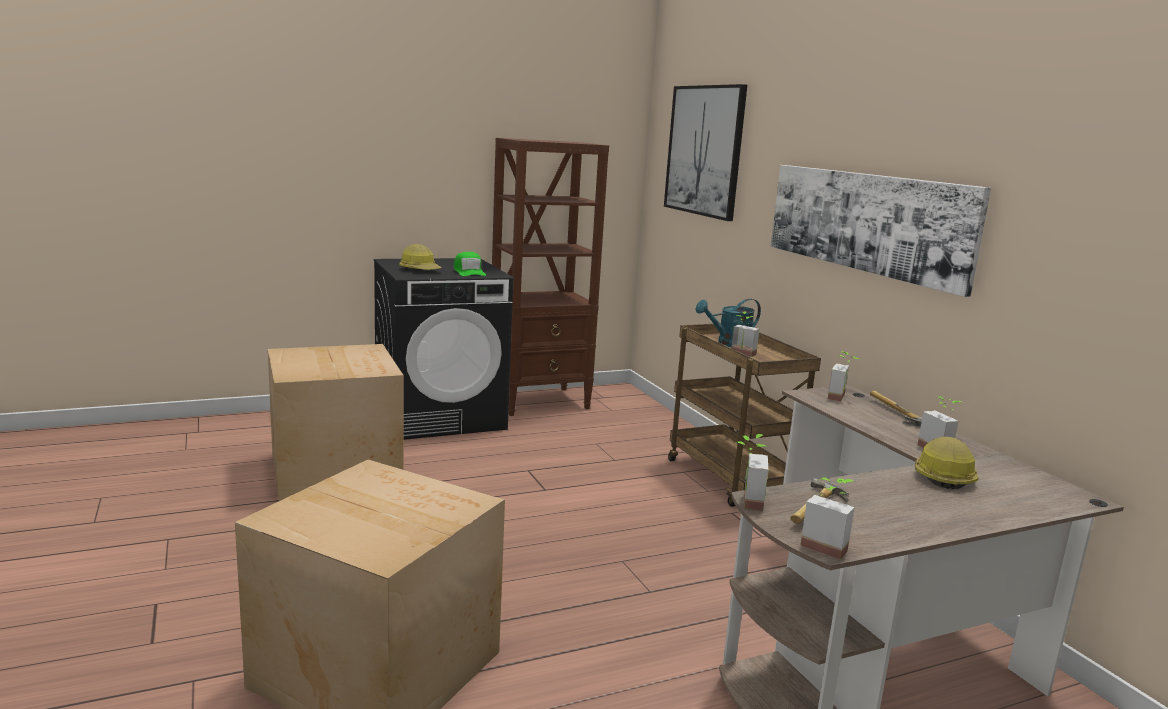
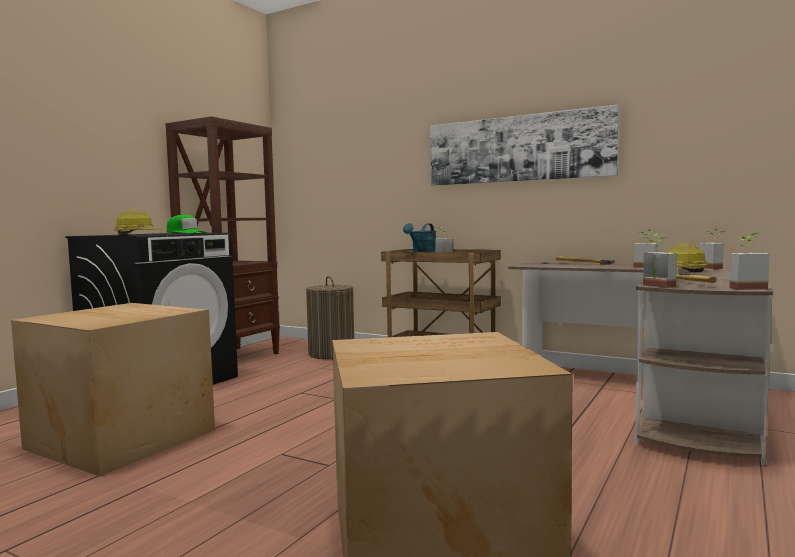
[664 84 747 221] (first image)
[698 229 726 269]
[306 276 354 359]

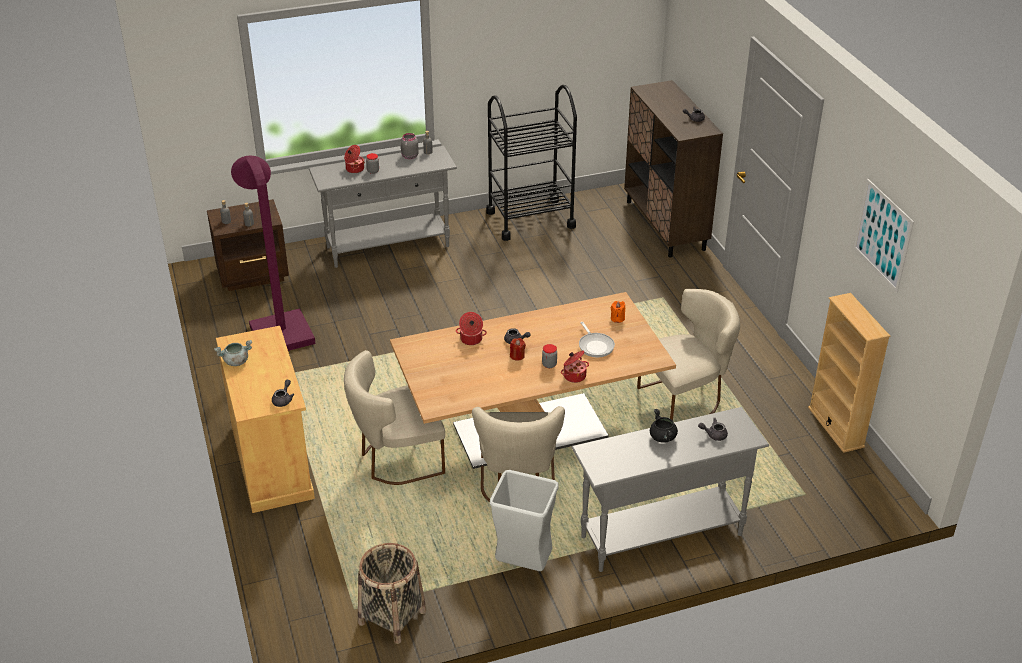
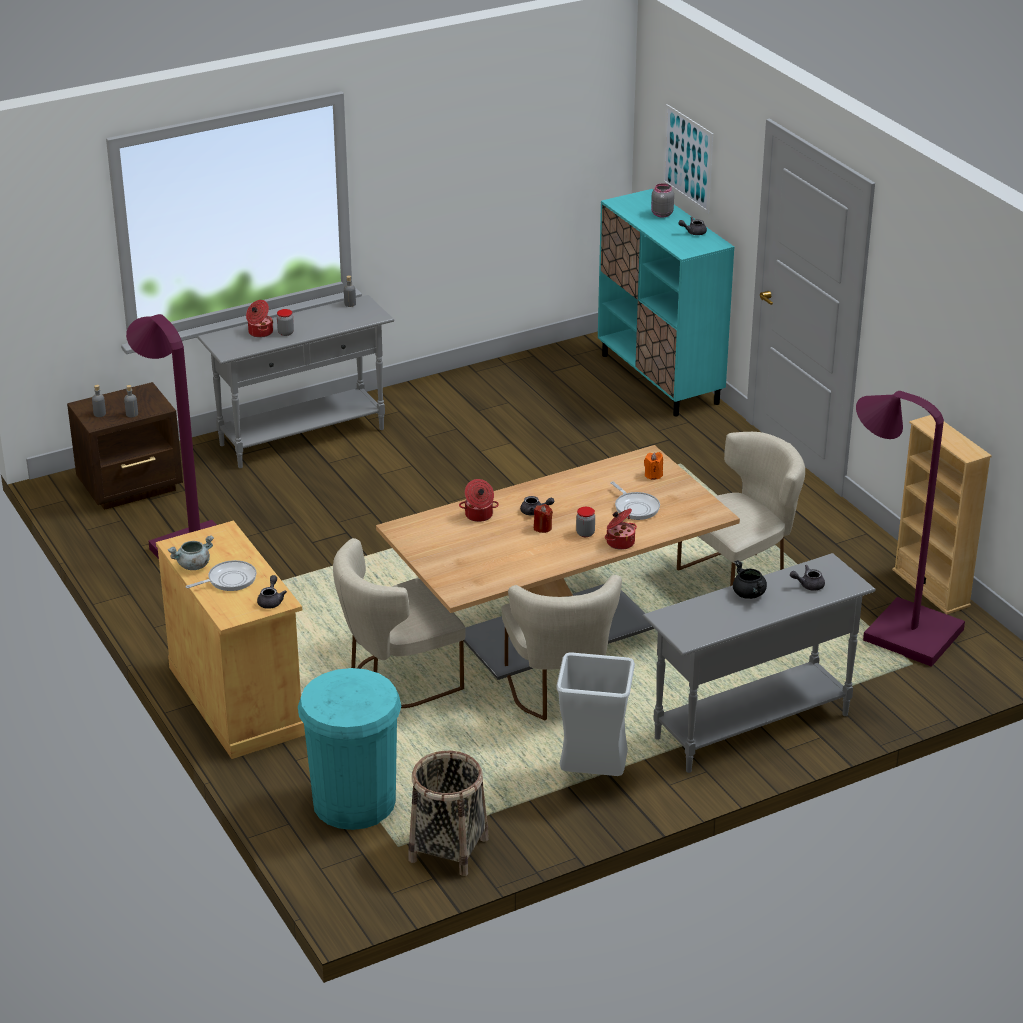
[598 189 734 417]
[486 85 577 241] (first image)
[651 183 674 217]
[663 104 713 214]
[856 391 965 667]
[186 560 257 591]
[298 668 401 830]

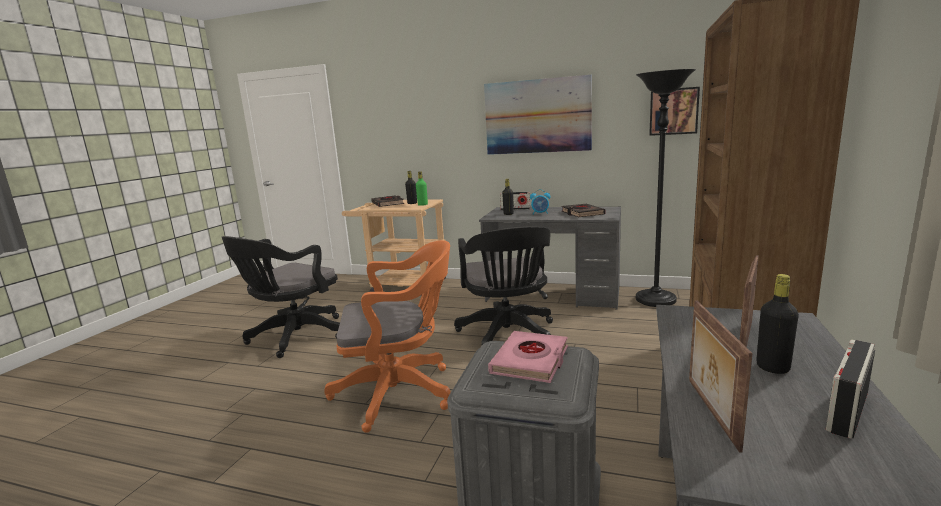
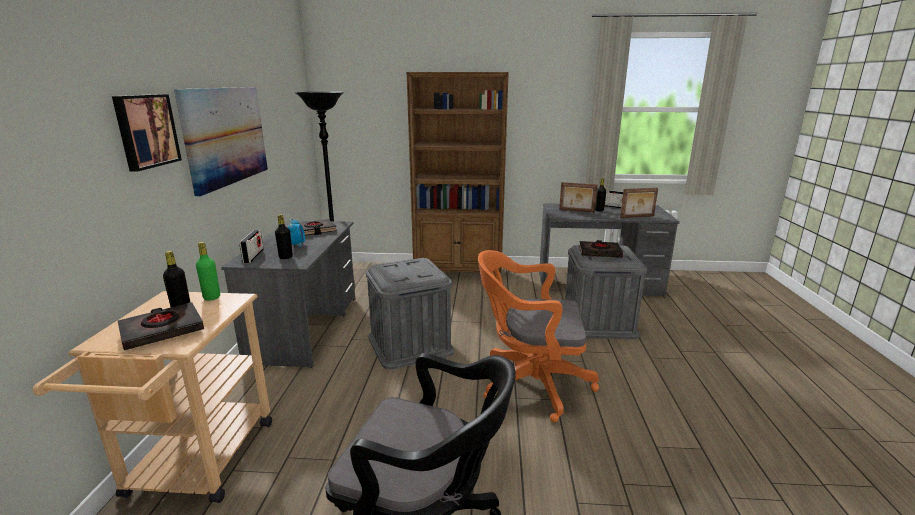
[112 94 182 171]
[366 258 454 370]
[478 250 599 423]
[579 240 623 258]

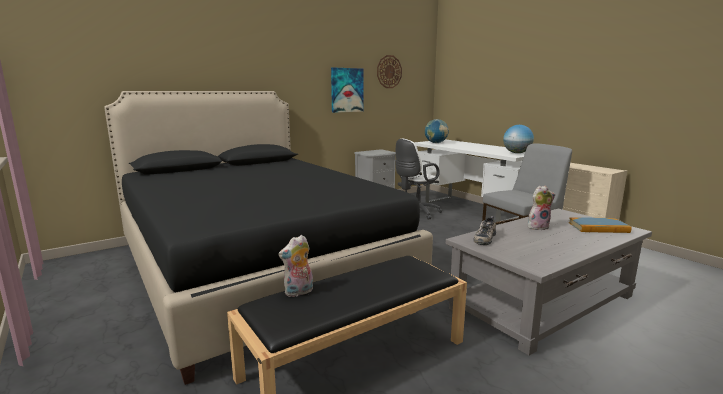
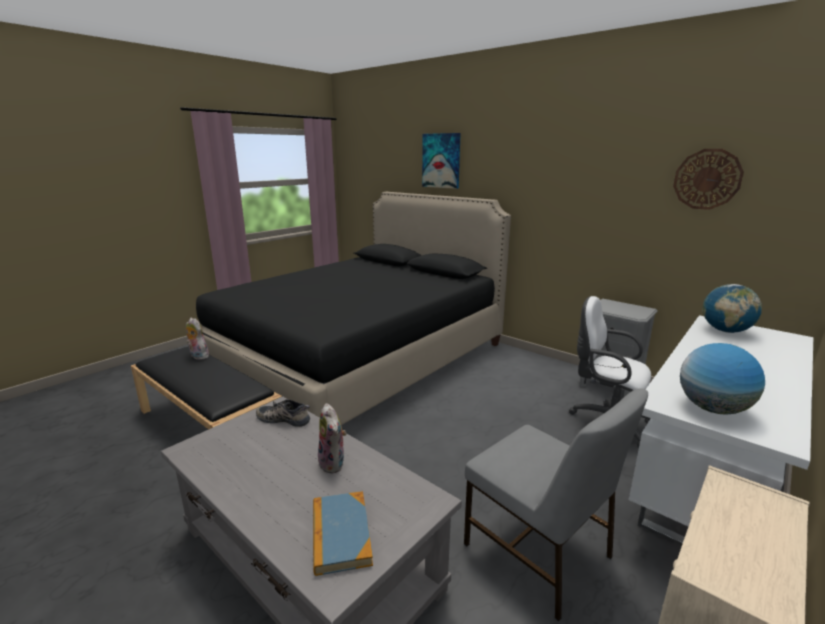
[422 133 461 189]

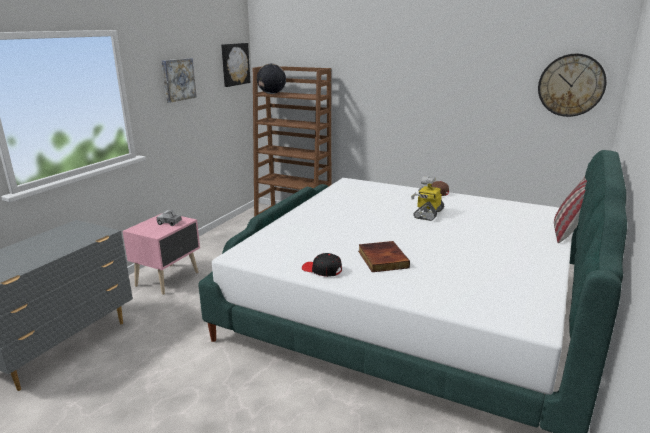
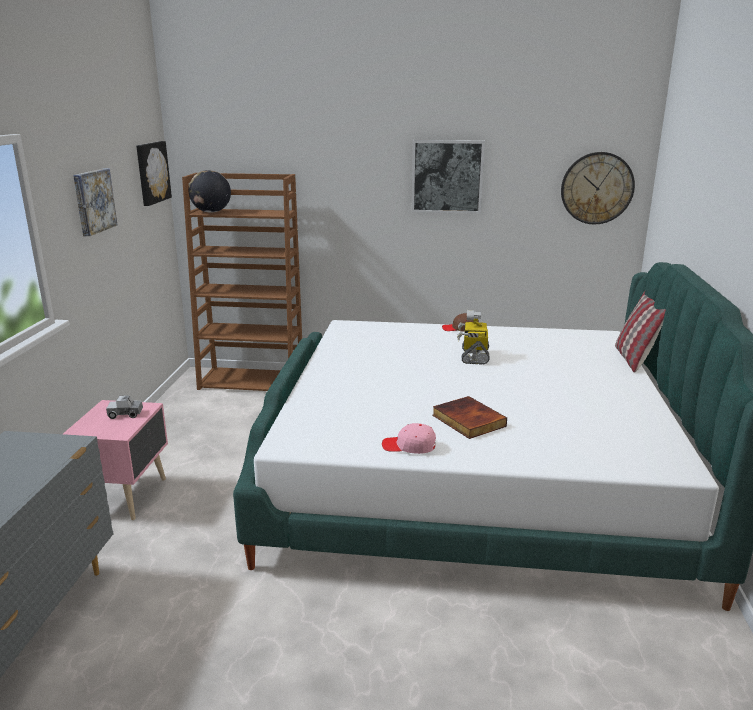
[382 423 436 454]
[411 140 485 214]

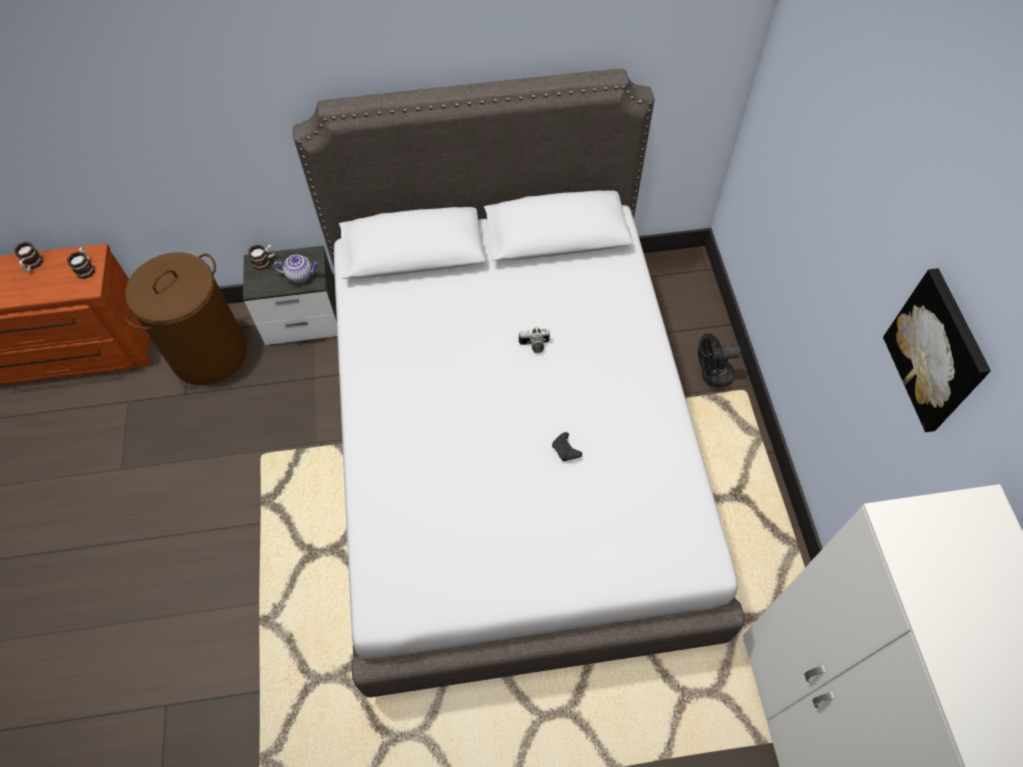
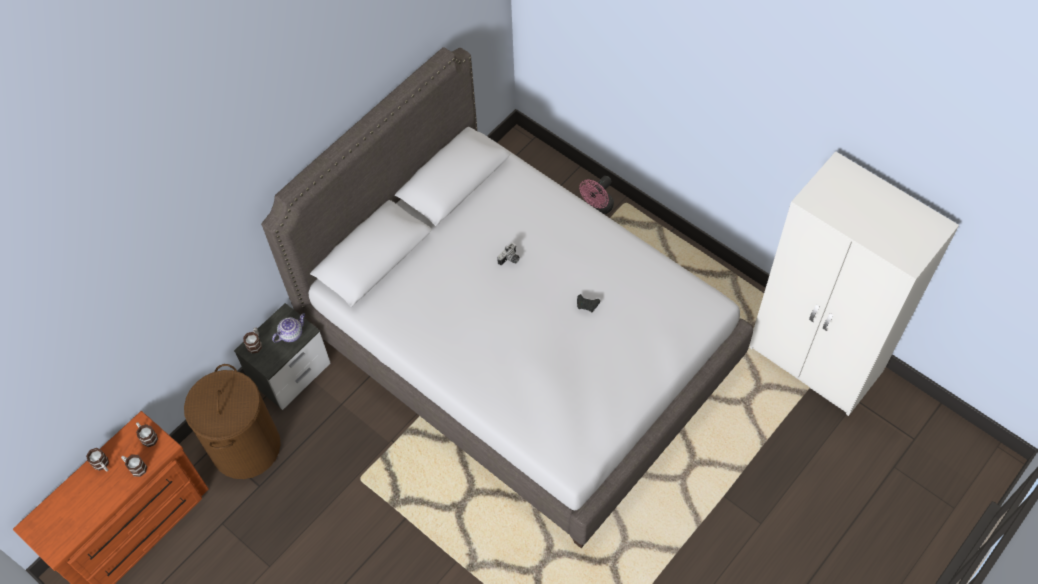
[883 268 991 432] (first image)
[579 176 614 215]
[121 454 147 477]

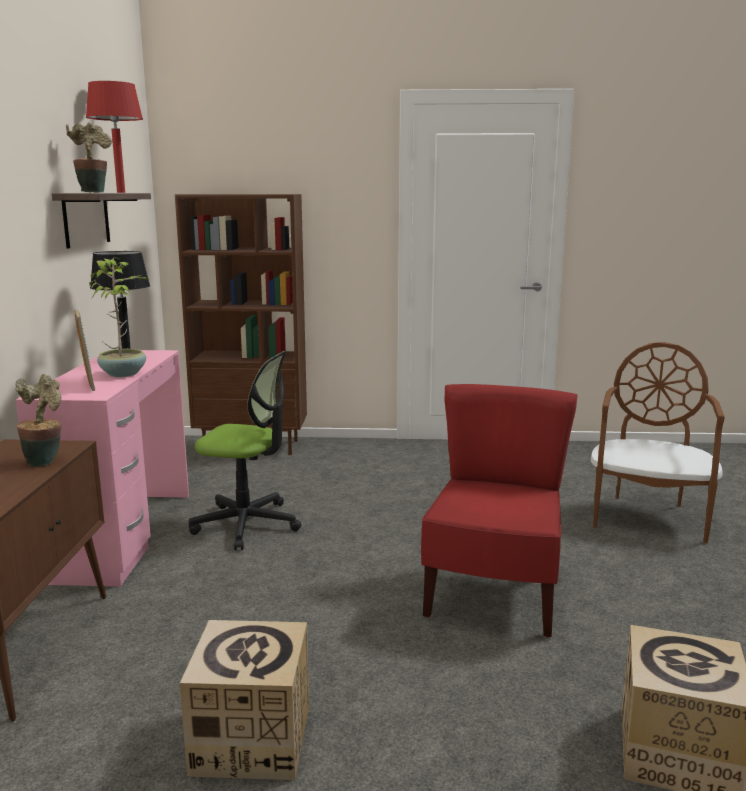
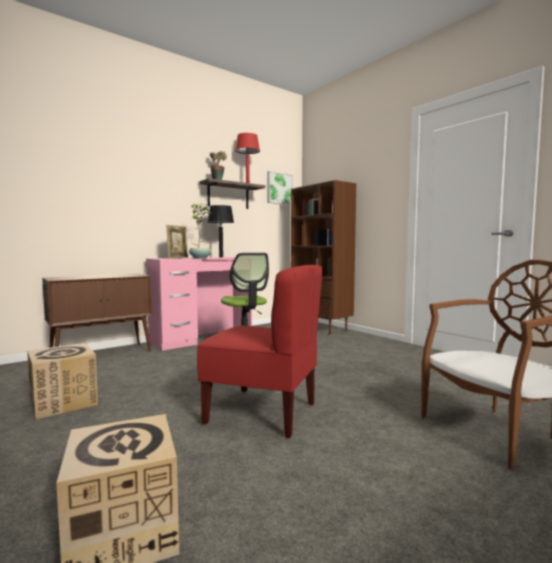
[15 374 62 467] (first image)
[197 265 323 438]
[267 171 293 205]

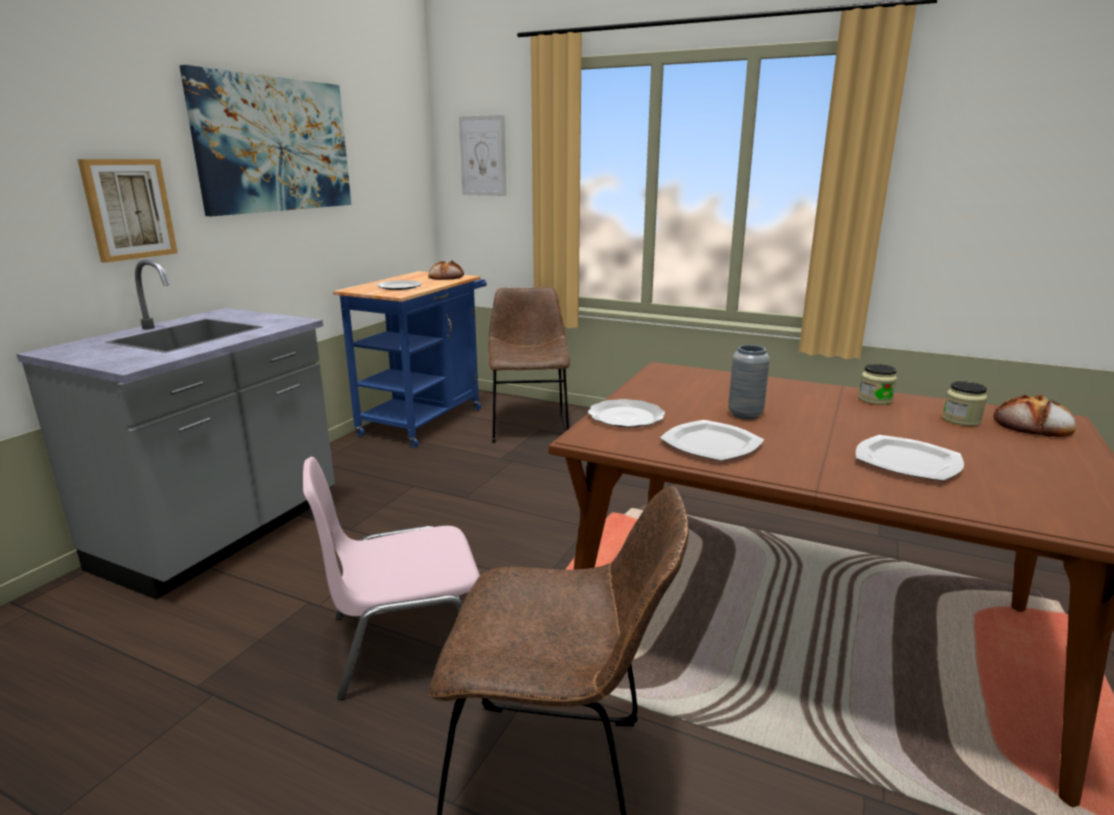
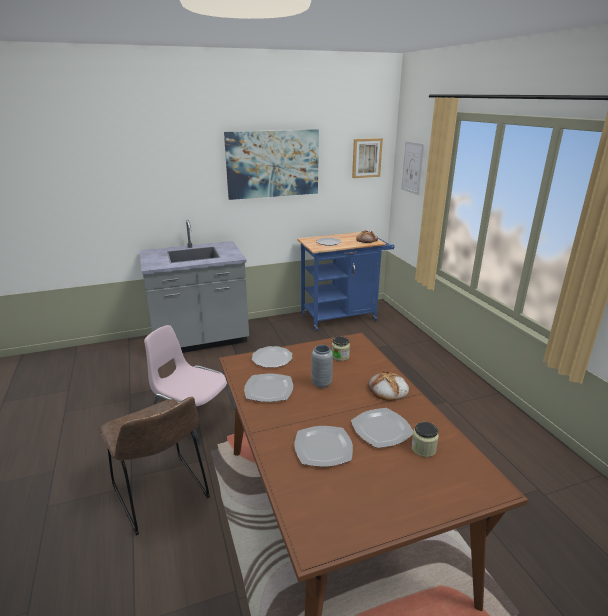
[352 138 383 178]
[488 287 570 442] (first image)
[332 336 350 361]
[368 371 409 401]
[351 408 413 448]

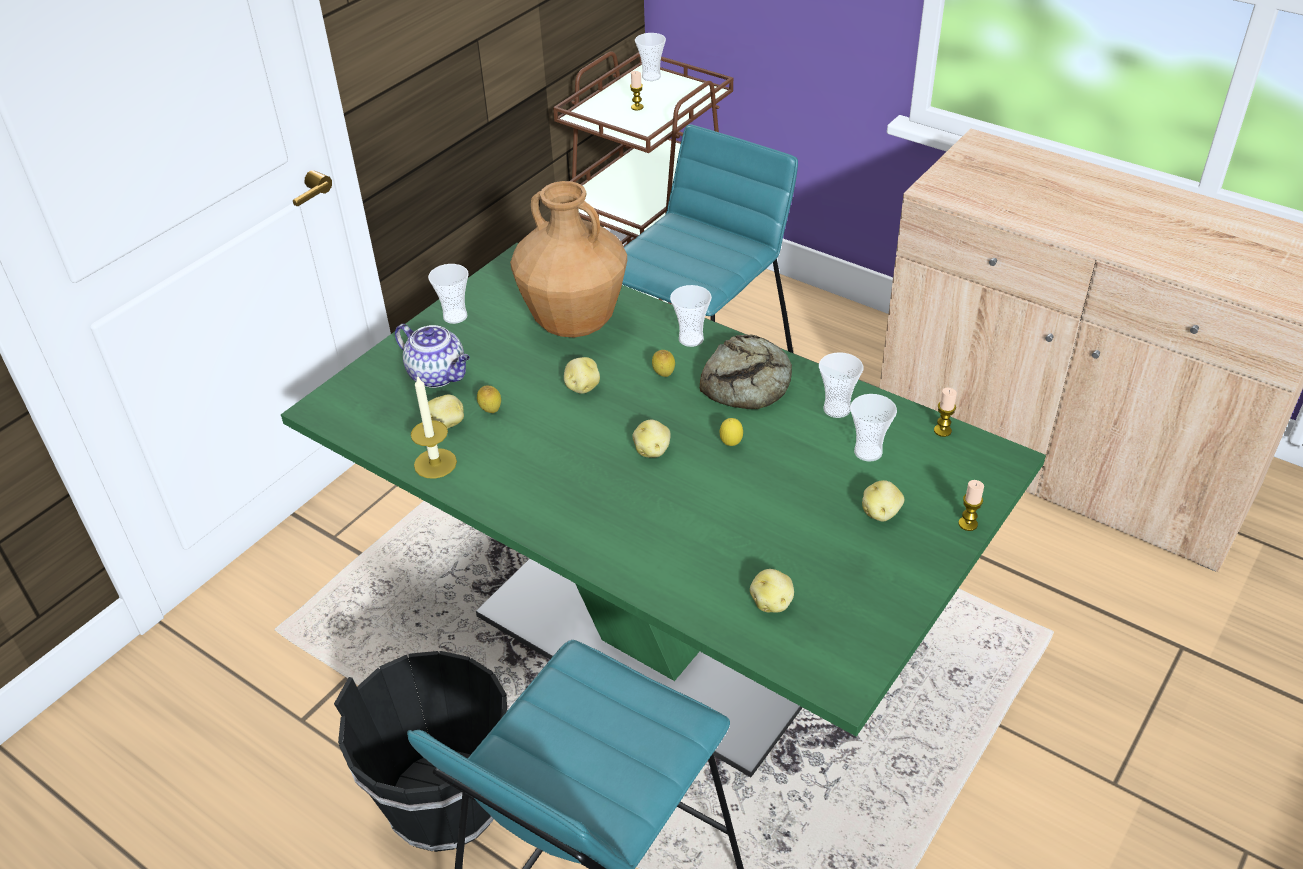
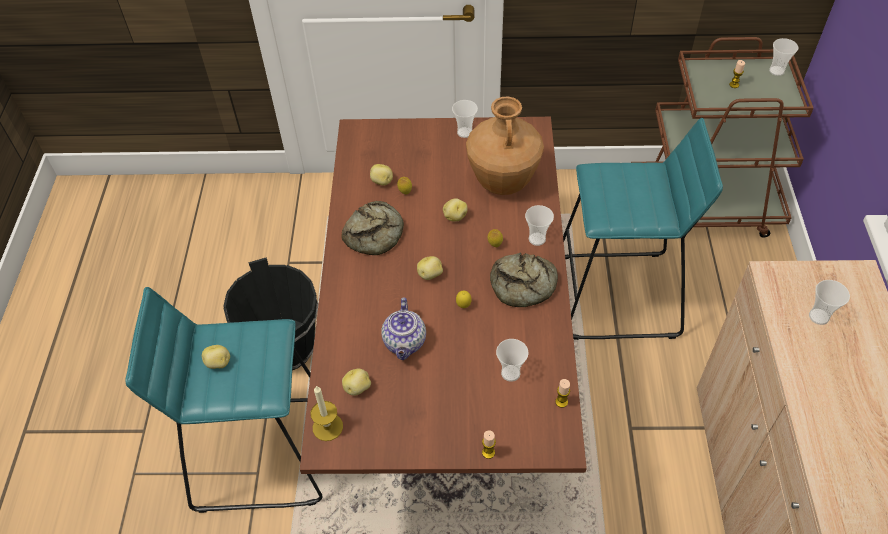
[300 117 587 474]
[381 297 426 360]
[809 280 850 325]
[311 386 343 441]
[202 345 230 369]
[341 201 404 255]

